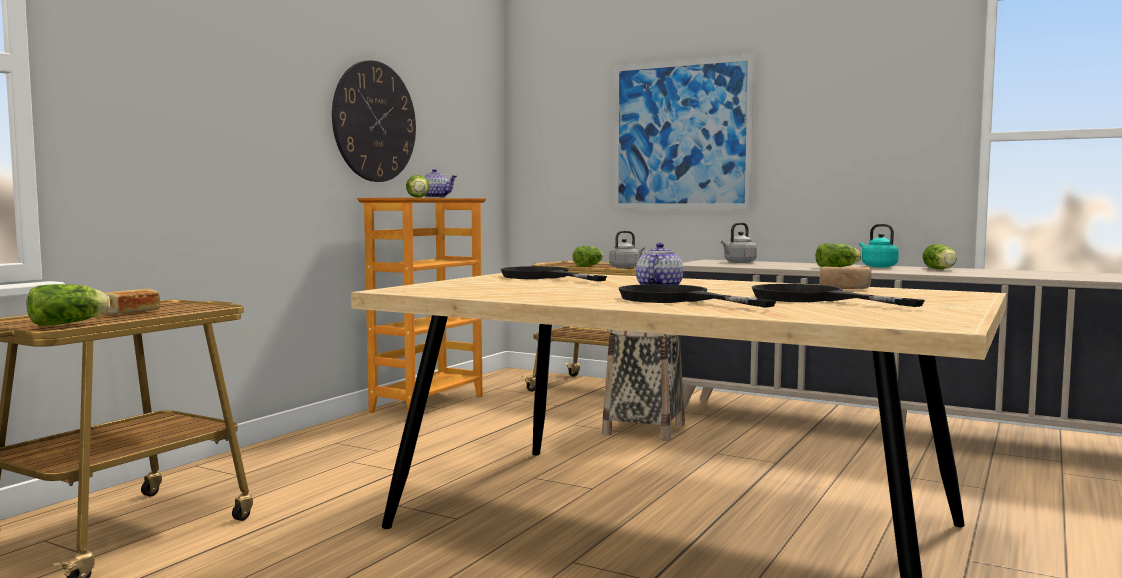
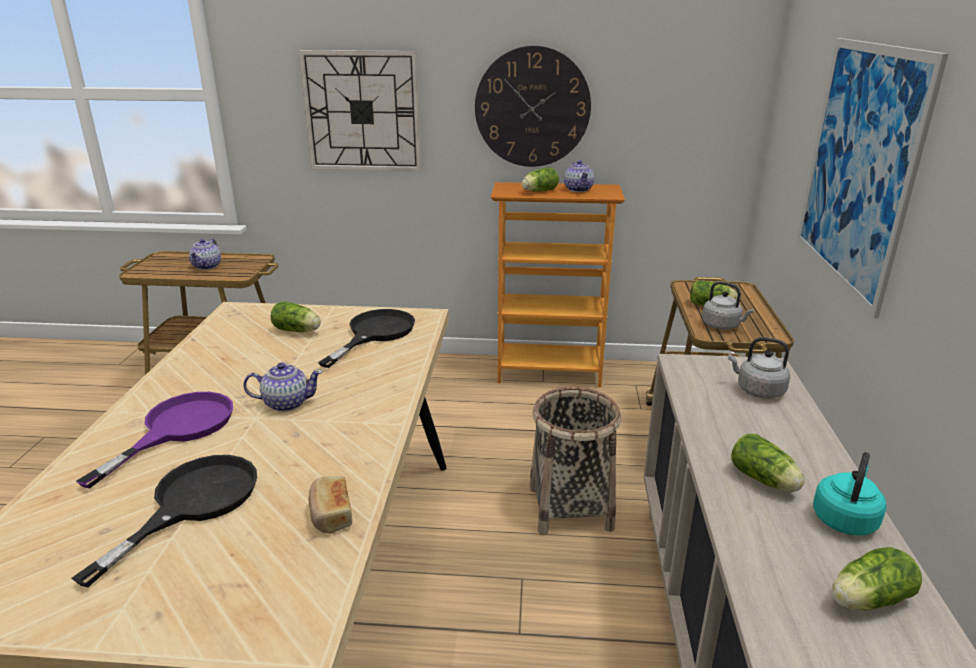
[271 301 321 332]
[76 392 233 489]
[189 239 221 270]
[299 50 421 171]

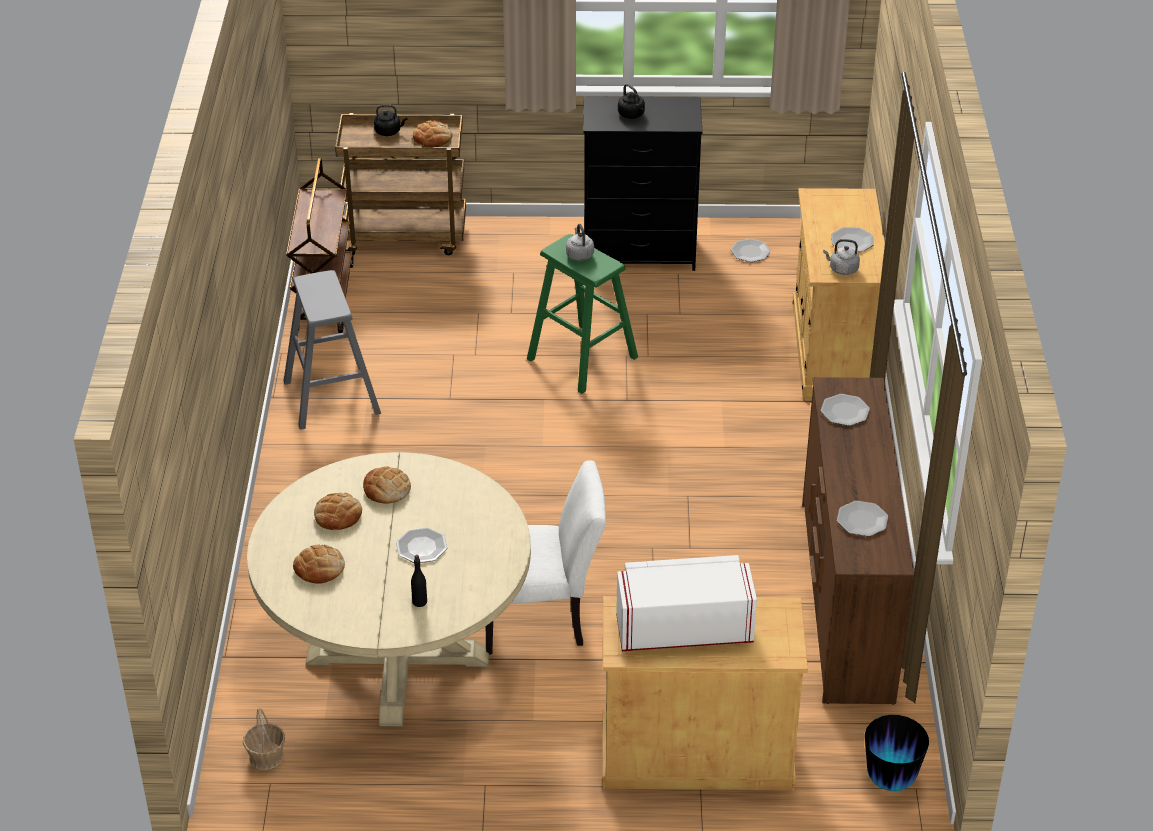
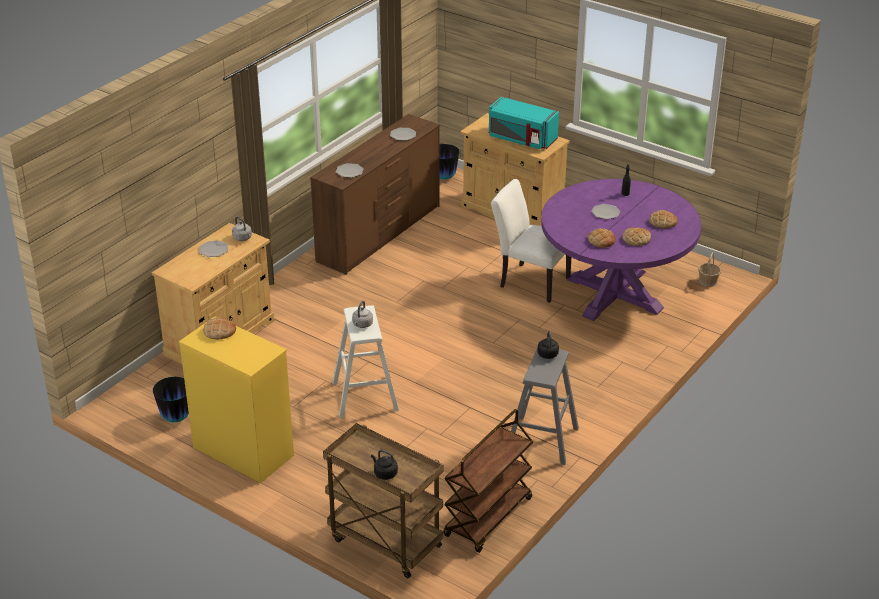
[537 331 559 359]
[179 316 294 483]
[203 317 236 339]
[333 305 399 418]
[153 377 189 422]
[541 179 701 321]
[489 97 559 149]

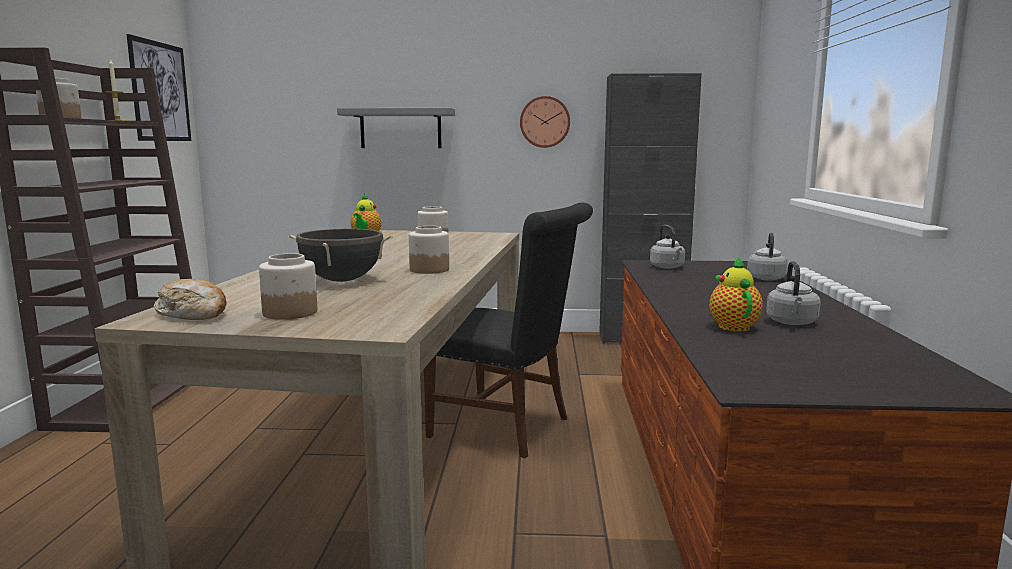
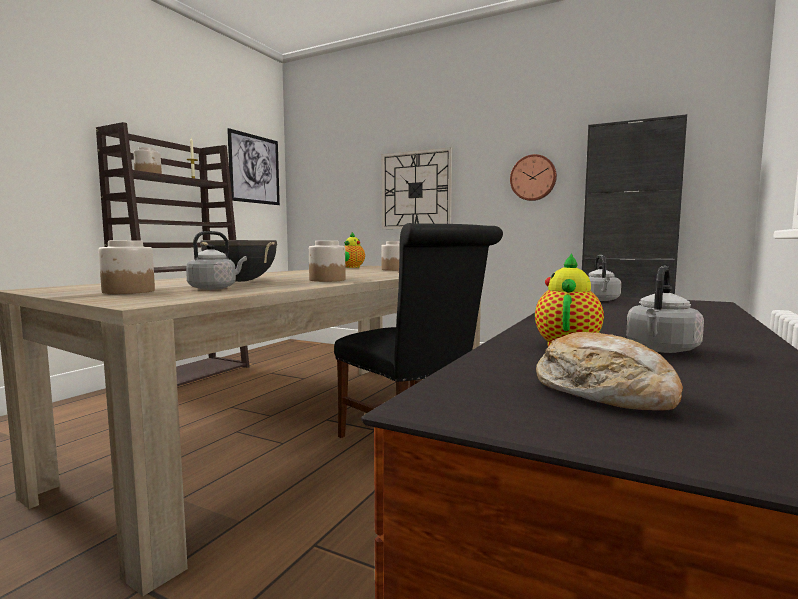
[382 147 452 229]
[186 231 247 290]
[536 332 683 411]

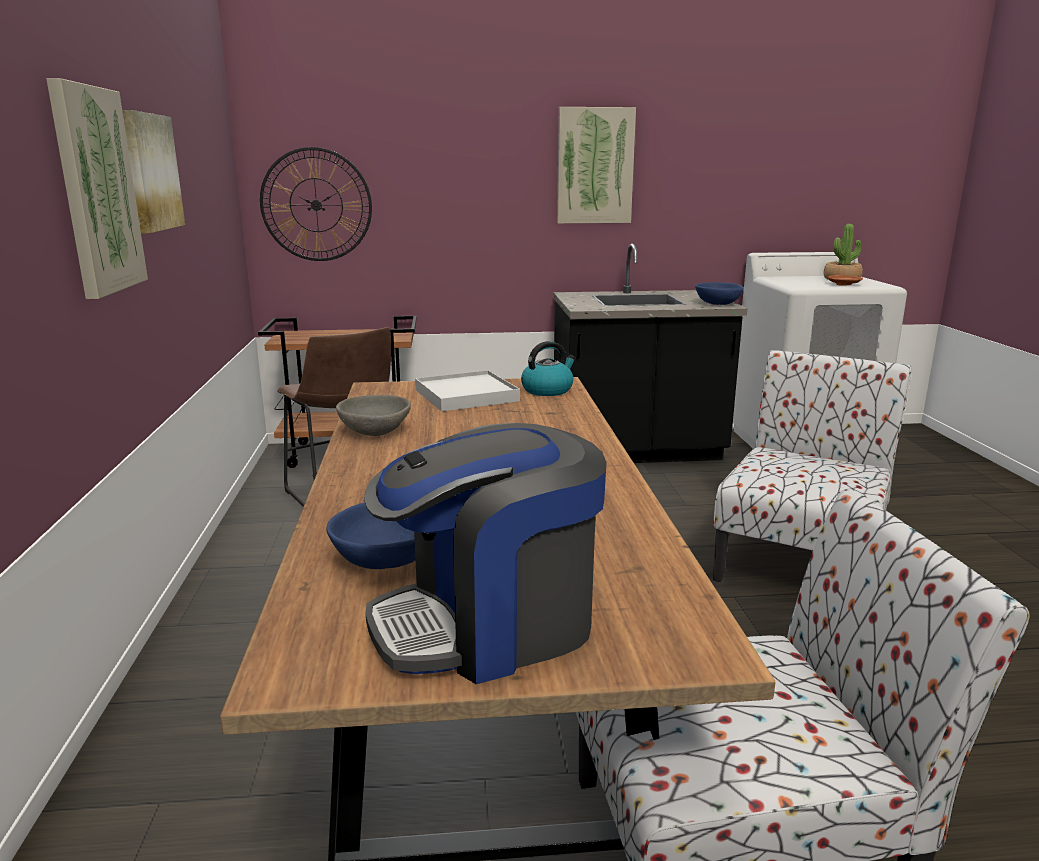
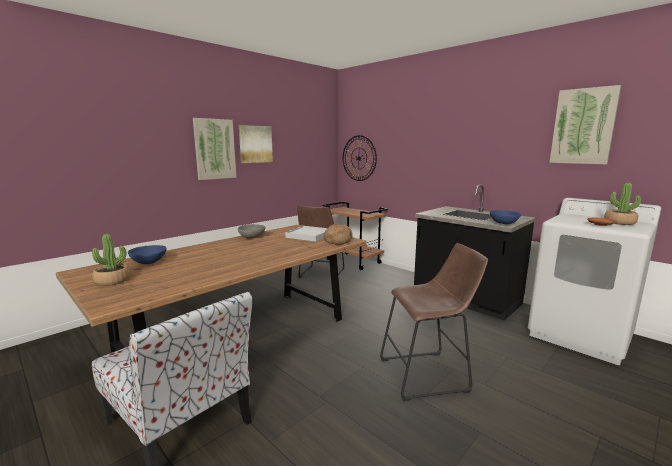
[549 85 621 164]
[324 223 352 245]
[380 243 488 401]
[92 234 130 286]

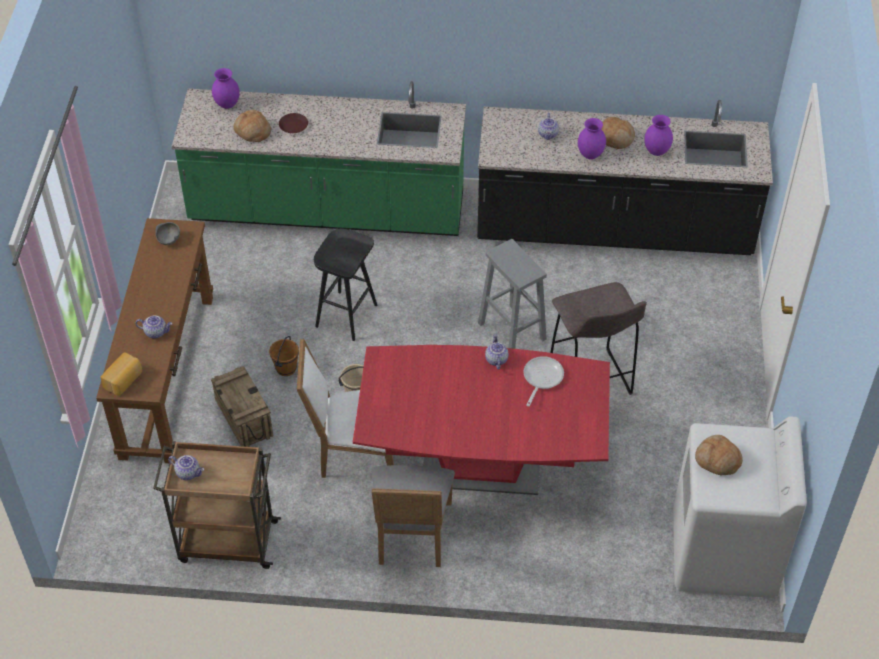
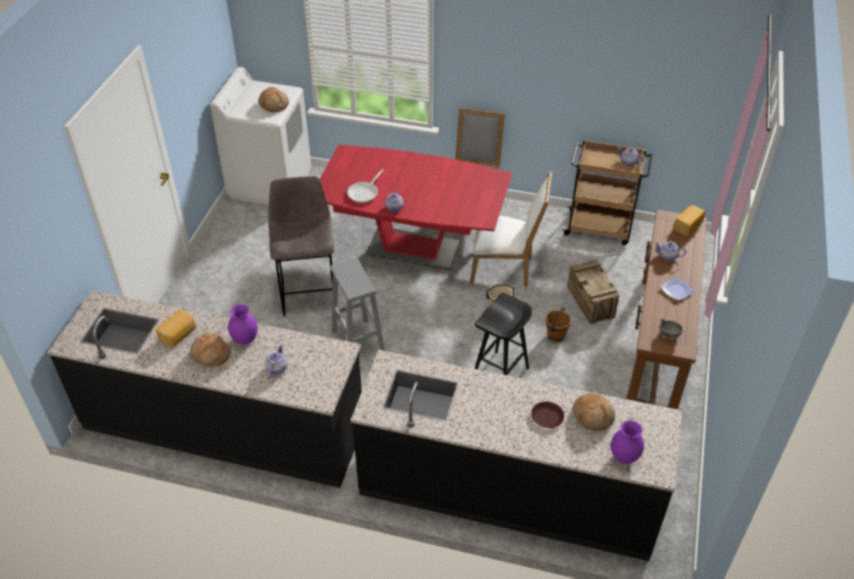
[351 350 682 561]
[156 309 196 348]
[660 277 695 301]

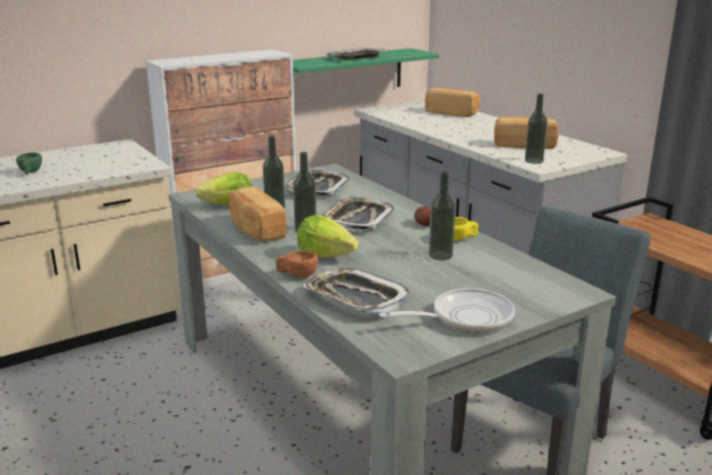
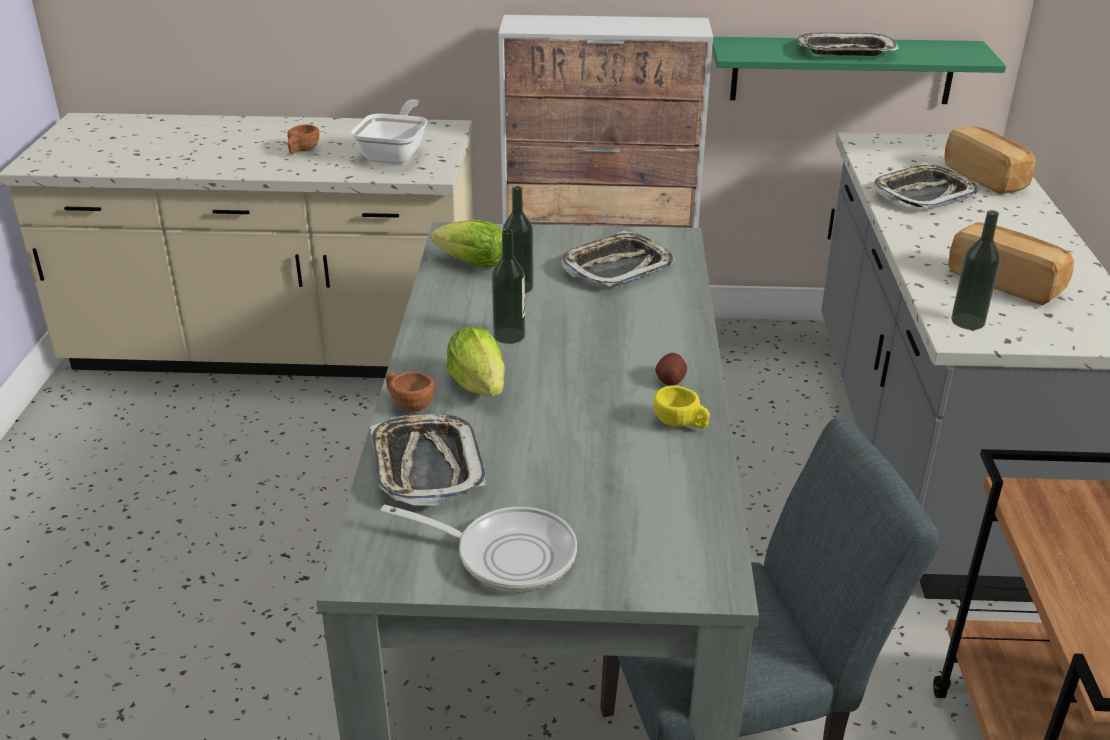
[287 125 320 154]
[429 171 455 260] (first image)
[229 186 287 241] (first image)
[874 163 979 209]
[351 99 427 164]

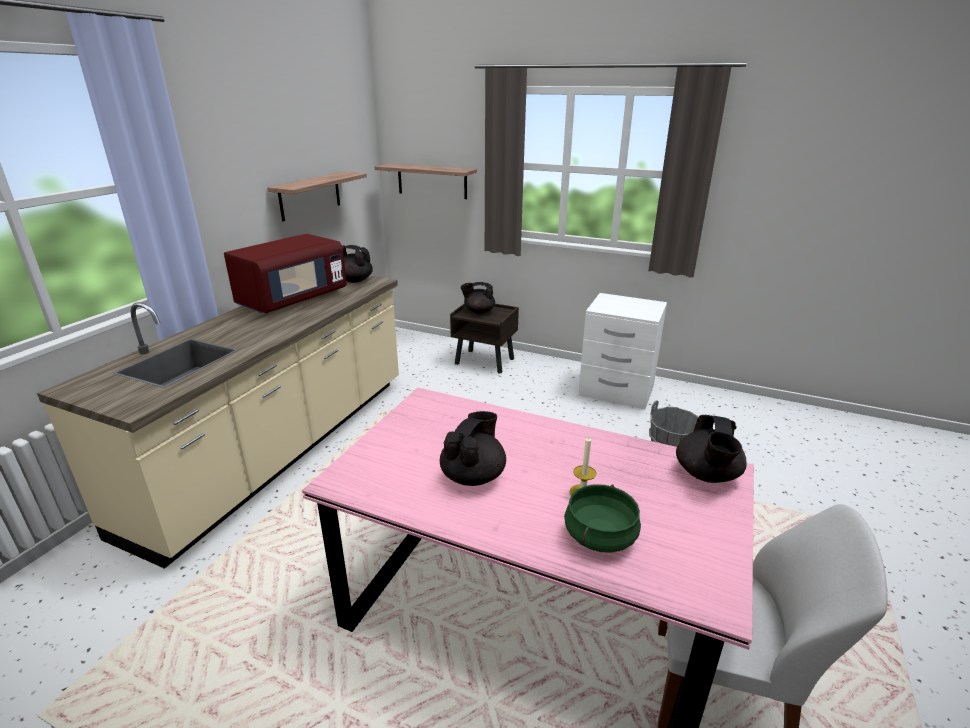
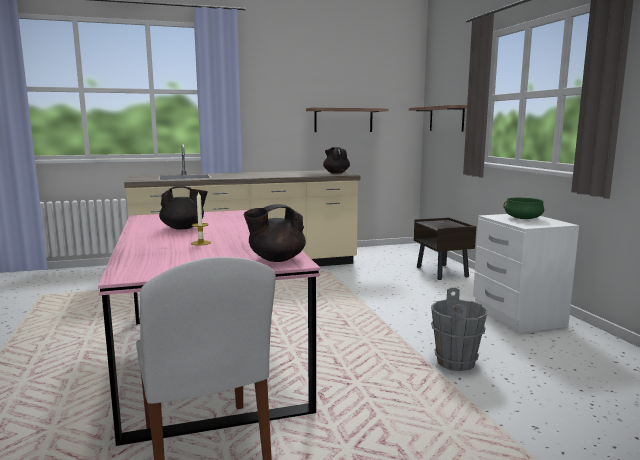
[224 234 347 313] (first image)
[461 282 495 314] (first image)
[503 198 544 219]

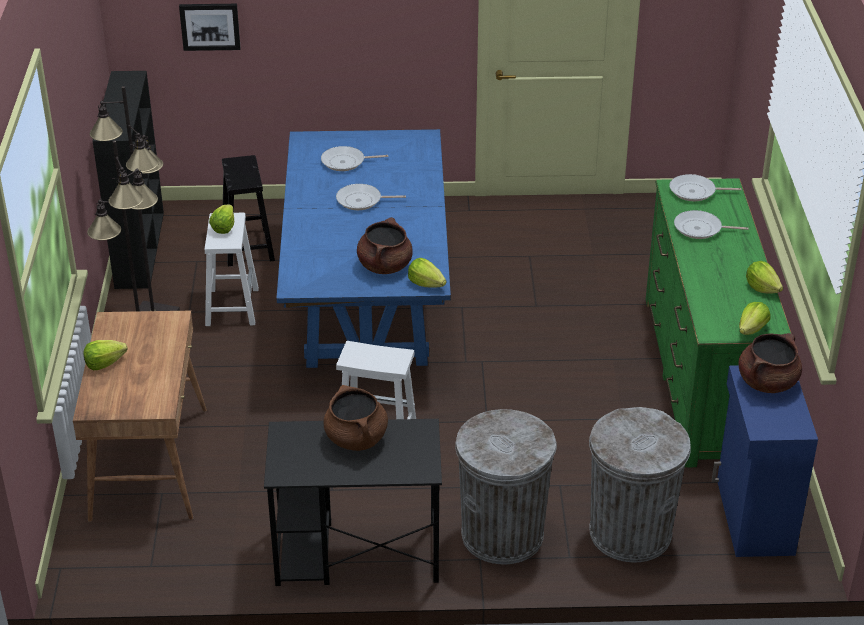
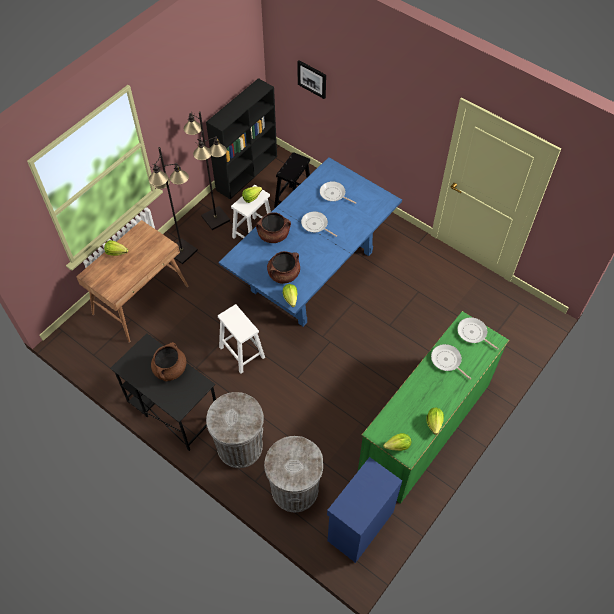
[256 212 291 243]

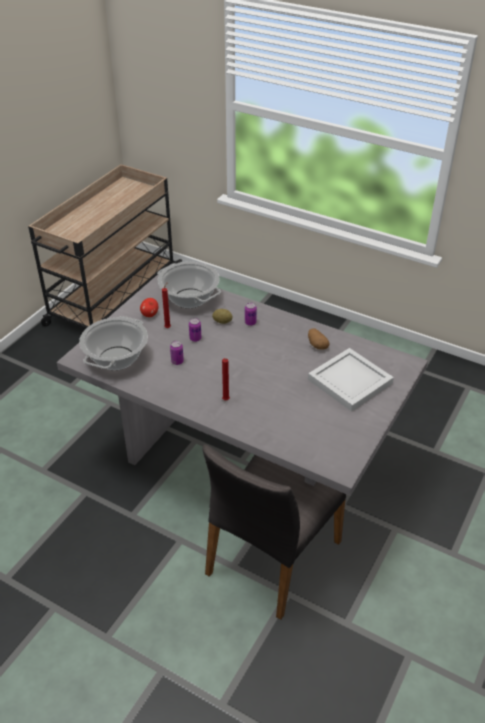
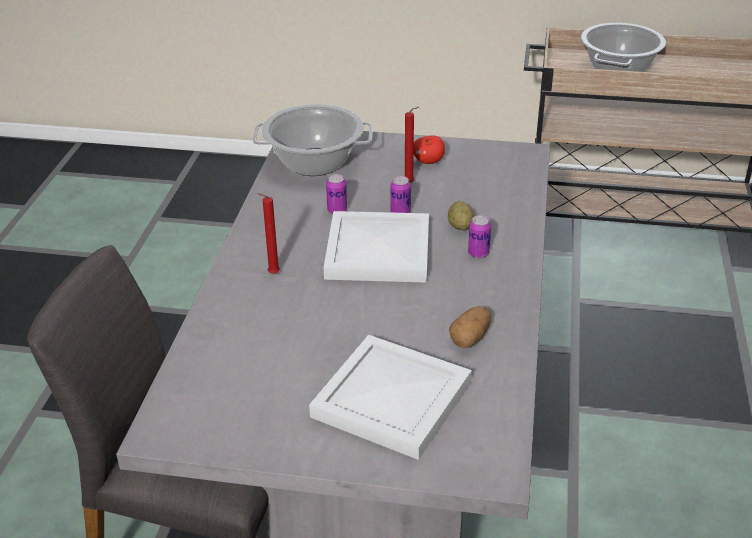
[581 23 666 72]
[324 211 429 283]

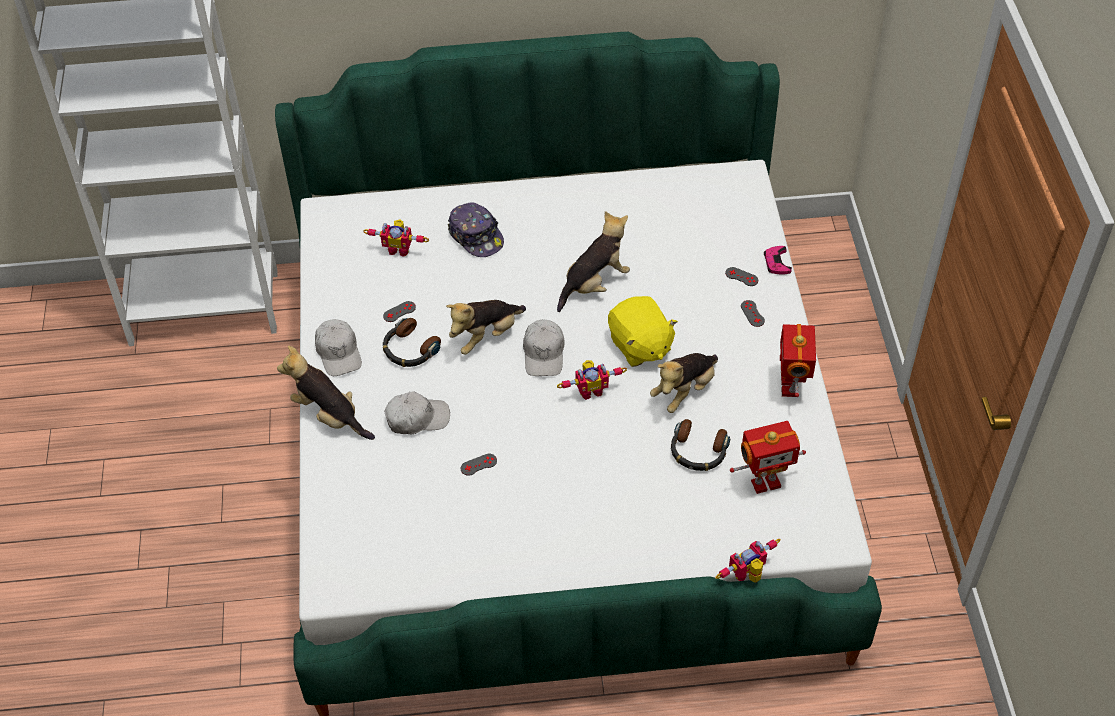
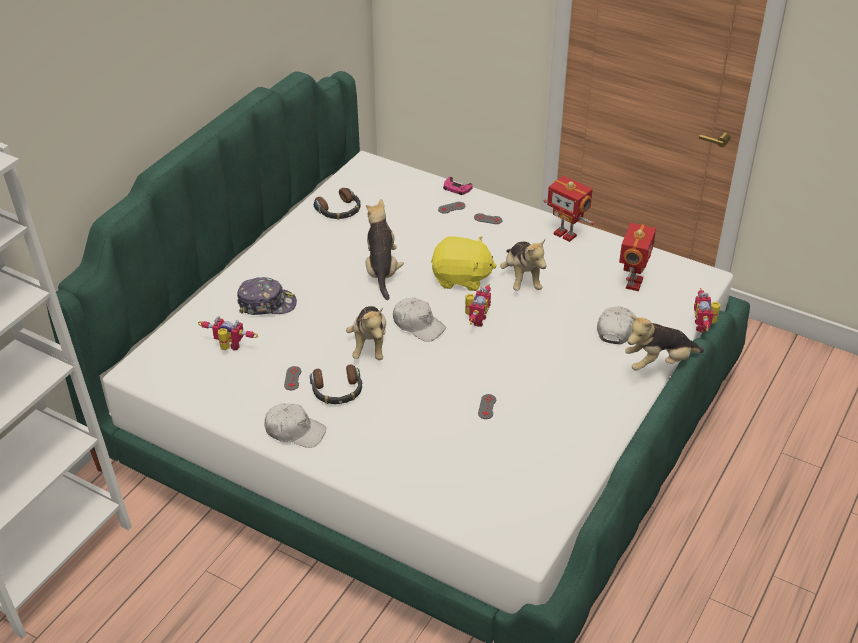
[198 316 258 350]
[625 315 704 371]
[597 307 636 344]
[314 188 361 220]

